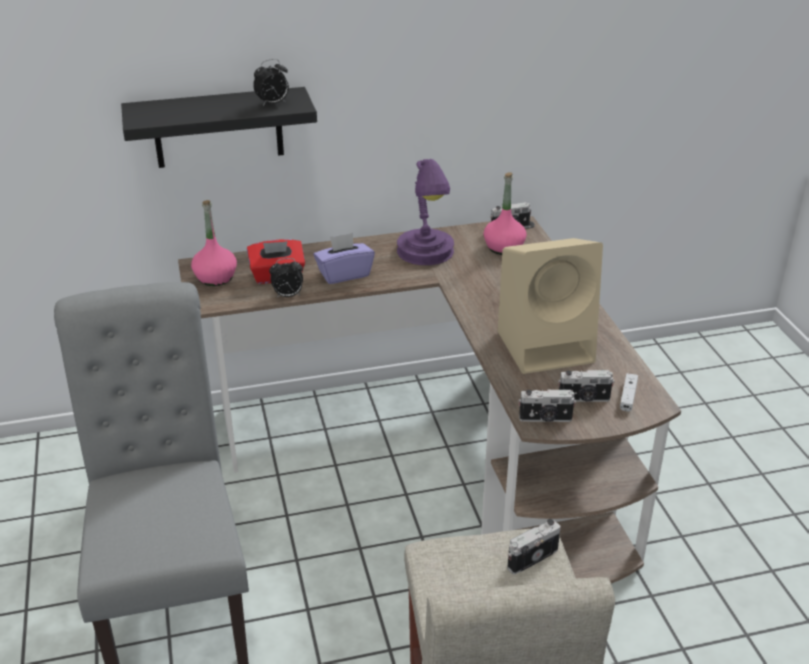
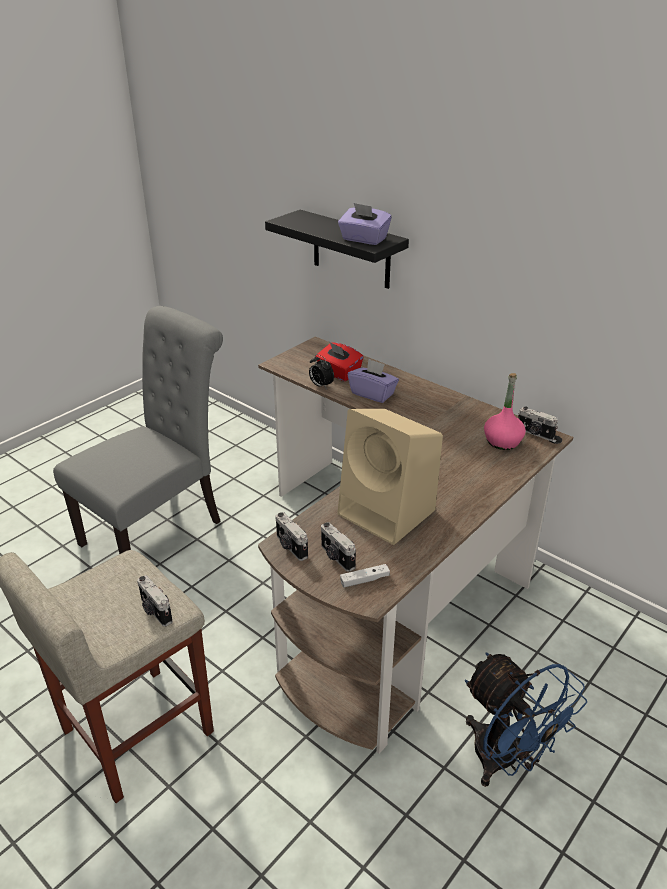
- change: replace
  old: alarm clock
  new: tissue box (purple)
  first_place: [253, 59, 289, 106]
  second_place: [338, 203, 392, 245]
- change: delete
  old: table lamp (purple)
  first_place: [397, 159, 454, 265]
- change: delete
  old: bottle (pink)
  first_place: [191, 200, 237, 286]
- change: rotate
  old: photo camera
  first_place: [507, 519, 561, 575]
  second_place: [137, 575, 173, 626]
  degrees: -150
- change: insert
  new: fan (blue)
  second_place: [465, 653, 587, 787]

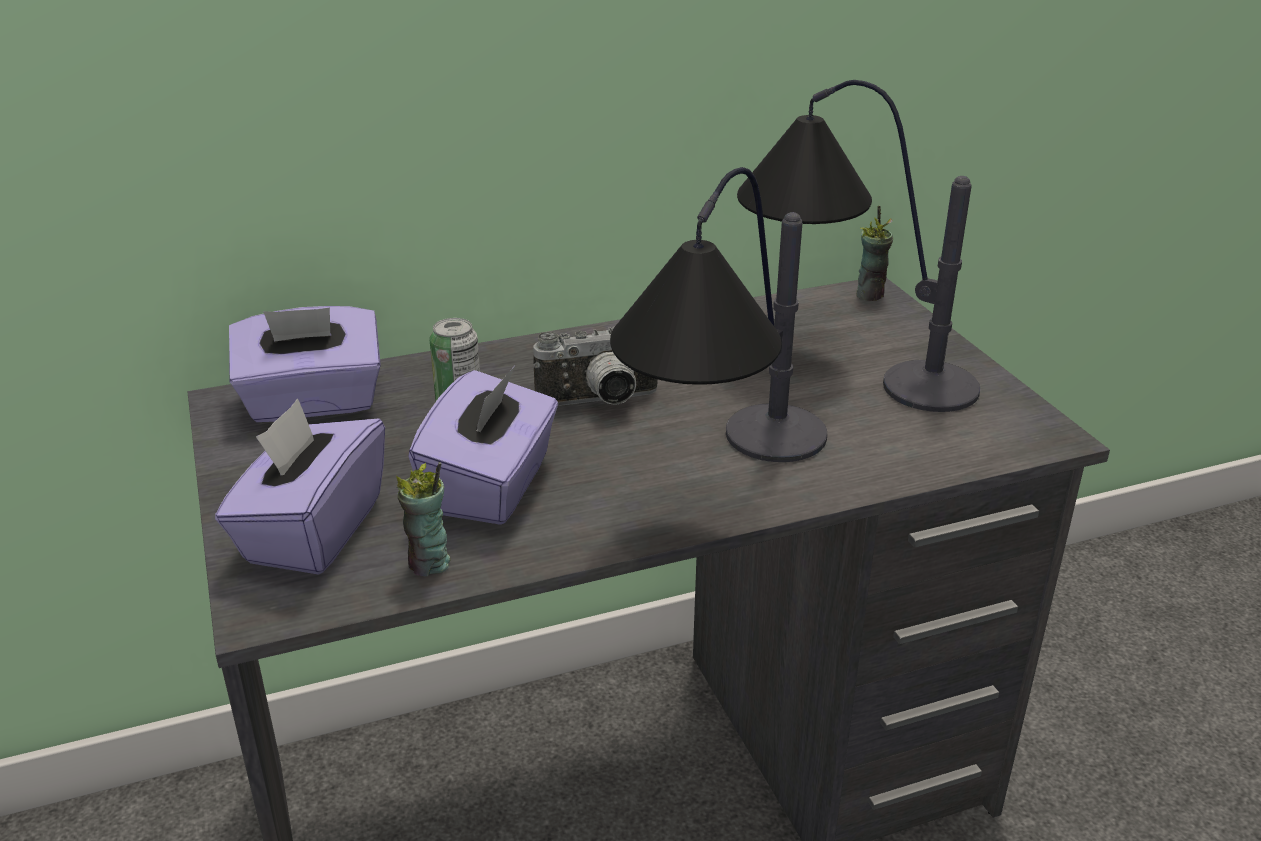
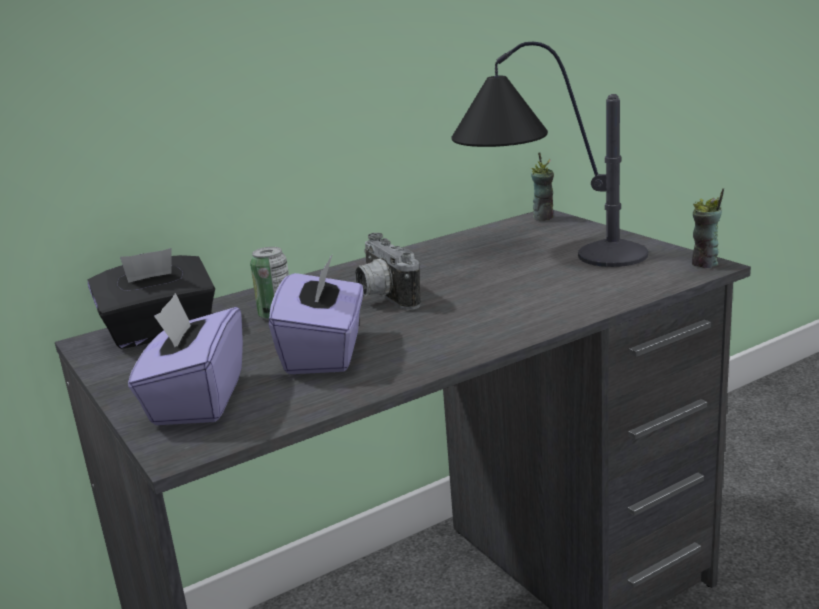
- change: delete
  old: table lamp
  first_place: [610, 167, 827, 462]
- change: recolor
  old: tissue box (purple)
  new: tissue box (black)
  first_place: [229, 306, 381, 422]
  second_place: [87, 248, 215, 349]
- change: rotate
  old: photo camera
  first_place: [533, 327, 658, 406]
  second_place: [355, 233, 421, 310]
  degrees: 90
- change: move
  old: cup
  first_place: [396, 462, 451, 576]
  second_place: [692, 188, 724, 268]

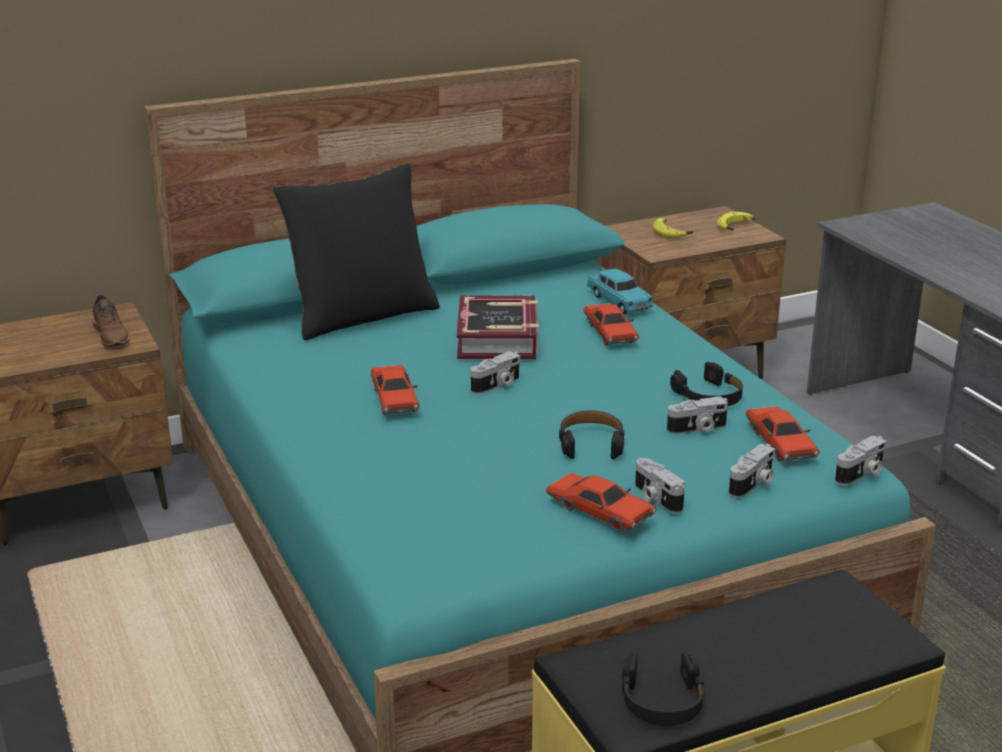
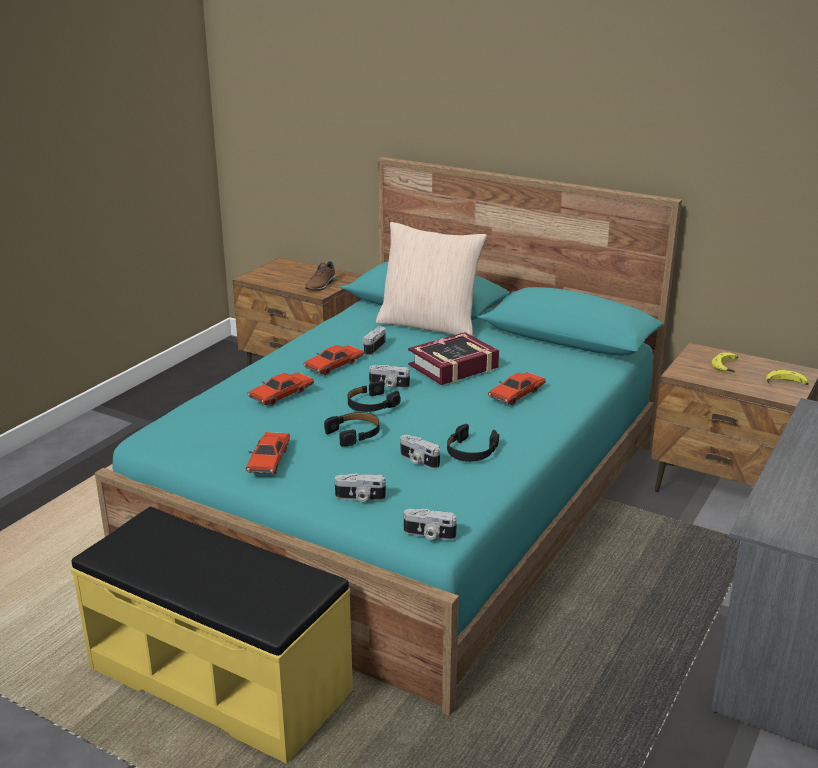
- change: recolor
  old: pillow (black)
  new: pillow (beige)
  first_place: [272, 163, 440, 340]
  second_place: [376, 222, 487, 336]
- change: delete
  old: toy car (turquoise)
  first_place: [587, 269, 654, 314]
- change: move
  old: toy car (red)
  first_place: [746, 406, 820, 461]
  second_place: [247, 372, 314, 406]
- change: move
  old: photo camera
  first_place: [635, 458, 685, 513]
  second_place: [362, 326, 386, 356]
- change: move
  old: headphones (black)
  first_place: [622, 652, 705, 726]
  second_place: [348, 380, 400, 412]

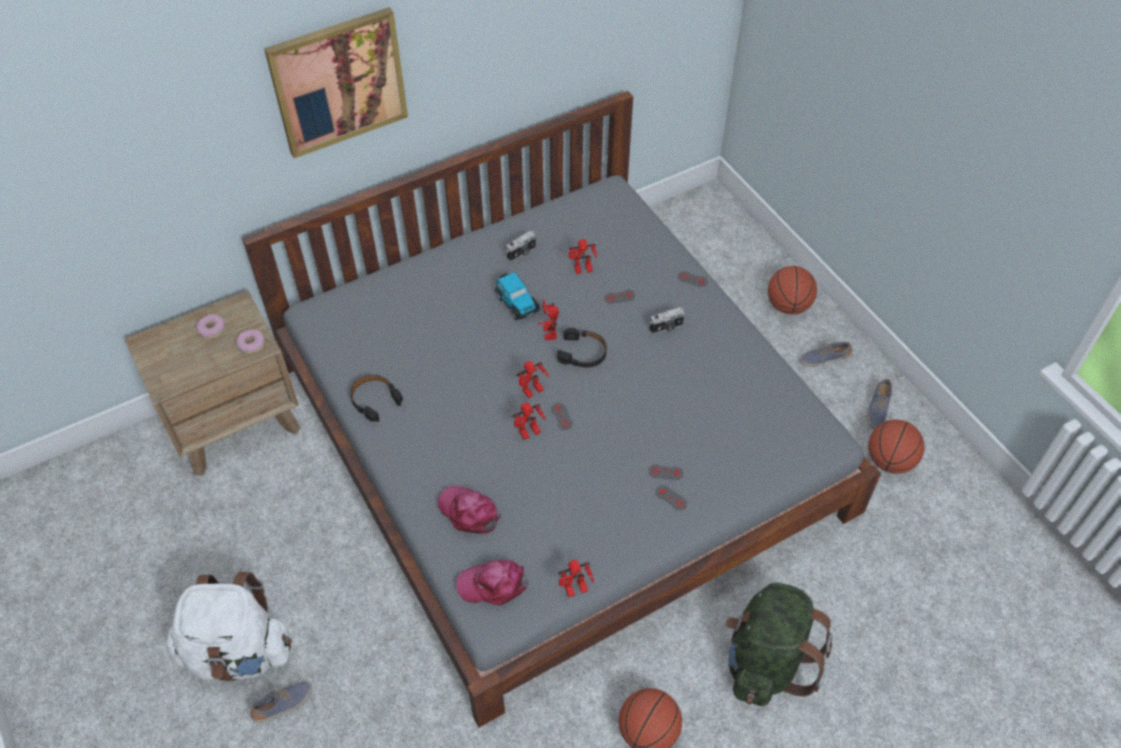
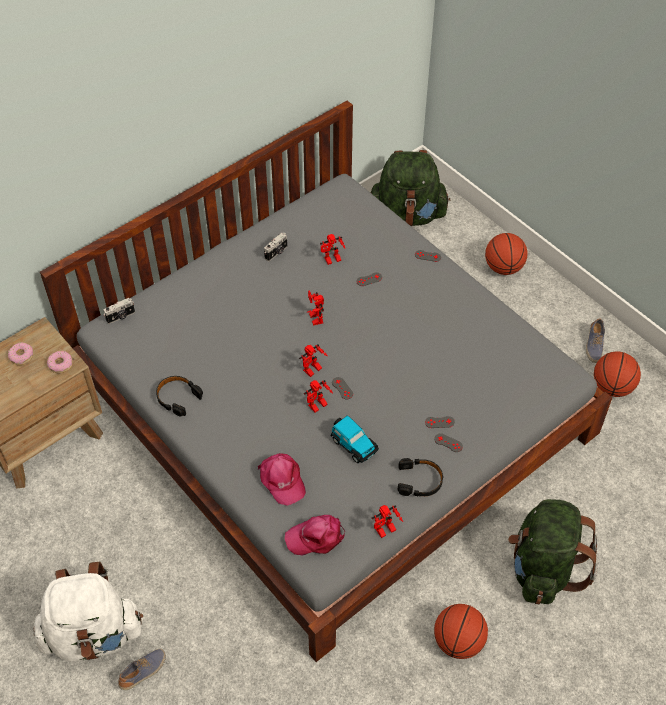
- change: delete
  old: picture
  first_place: [264, 7, 408, 158]
- change: move
  old: toy car
  first_place: [495, 272, 540, 320]
  second_place: [330, 416, 379, 463]
- change: move
  old: photo camera
  first_place: [650, 307, 685, 334]
  second_place: [103, 298, 135, 324]
- change: move
  old: headphones (black)
  first_place: [557, 328, 607, 368]
  second_place: [398, 458, 443, 497]
- change: delete
  old: shoe
  first_place: [800, 342, 852, 367]
- change: rotate
  old: cap (pink)
  first_place: [438, 485, 501, 534]
  second_place: [258, 453, 306, 506]
  degrees: -150
- change: insert
  new: backpack (green)
  second_place: [371, 150, 451, 226]

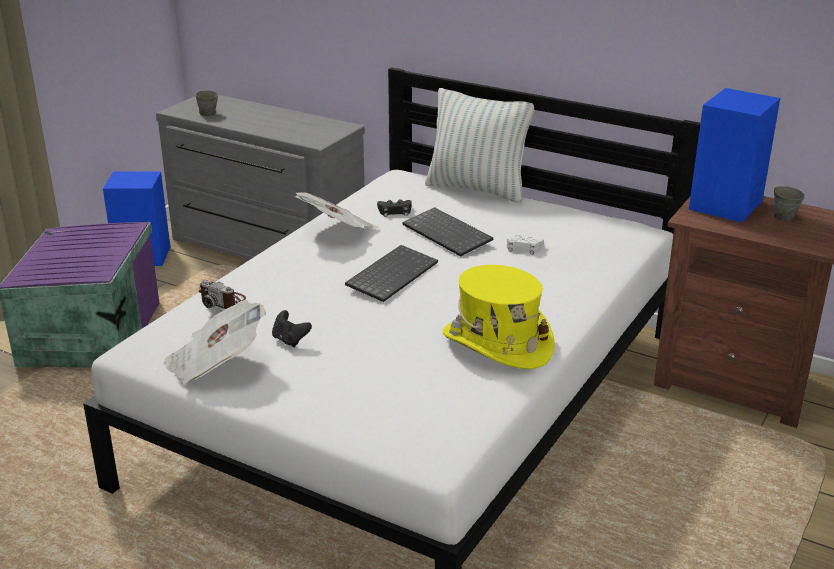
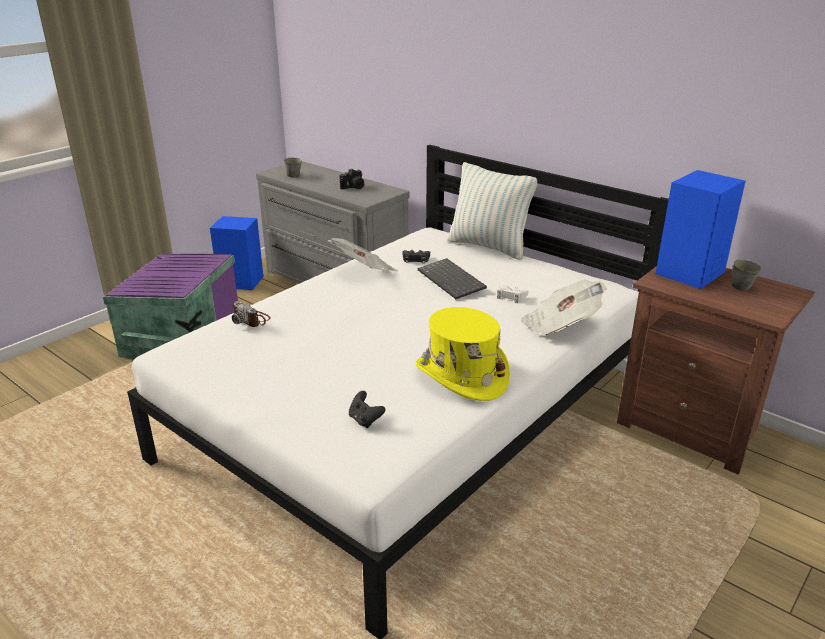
- change: delete
  old: keyboard
  first_place: [345, 245, 438, 302]
- change: move
  old: newspaper
  first_place: [164, 300, 266, 385]
  second_place: [521, 279, 607, 336]
- change: move
  old: game controller (black)
  first_place: [272, 310, 312, 347]
  second_place: [349, 391, 385, 428]
- change: insert
  new: photo camera
  second_place: [340, 169, 364, 189]

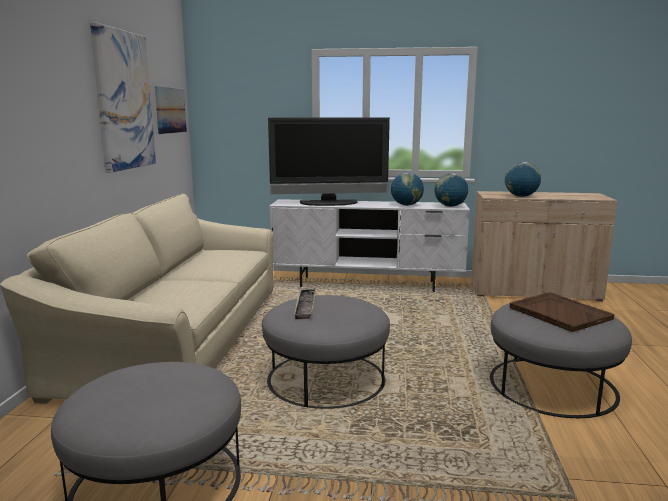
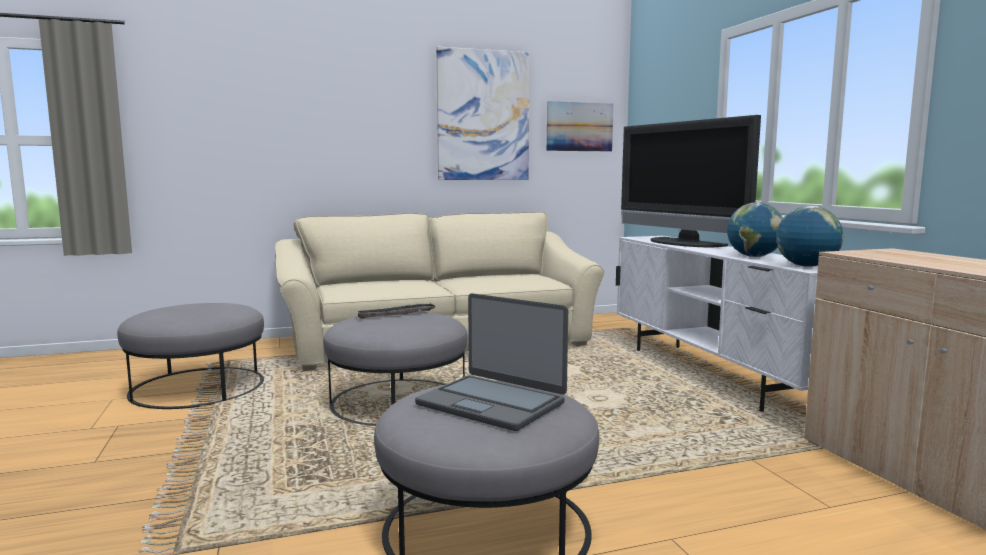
- change: delete
  old: globe
  first_place: [505, 162, 541, 197]
- change: replace
  old: tray (brown)
  new: laptop
  first_place: [510, 292, 614, 332]
  second_place: [415, 293, 568, 431]

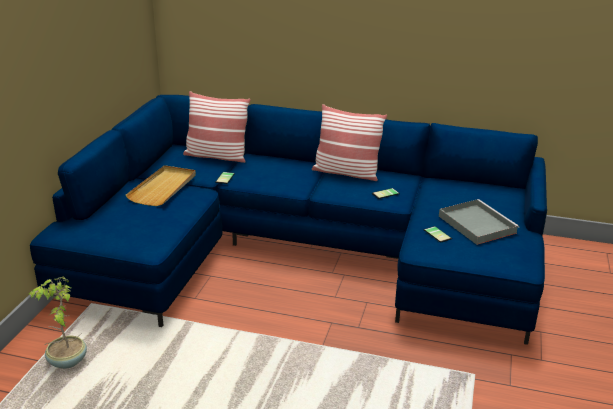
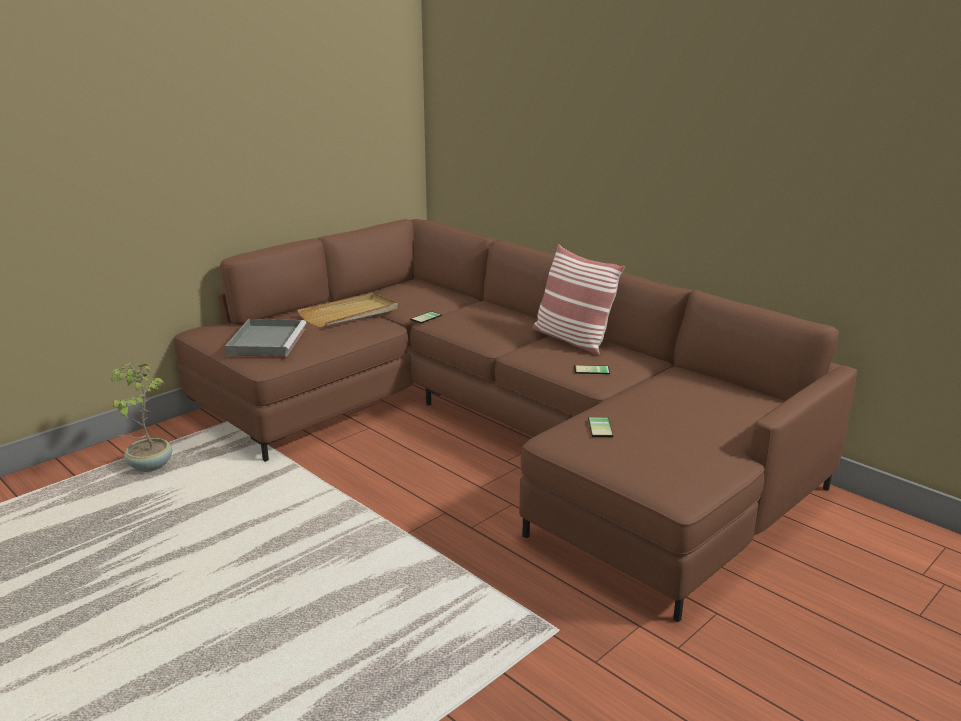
- change: delete
  old: pillow
  first_place: [183, 91, 251, 163]
- change: recolor
  old: sofa (blue)
  new: sofa (brown)
  first_place: [30, 95, 547, 345]
  second_place: [174, 219, 857, 622]
- change: move
  old: tray (grey)
  first_place: [439, 199, 519, 245]
  second_place: [225, 319, 306, 357]

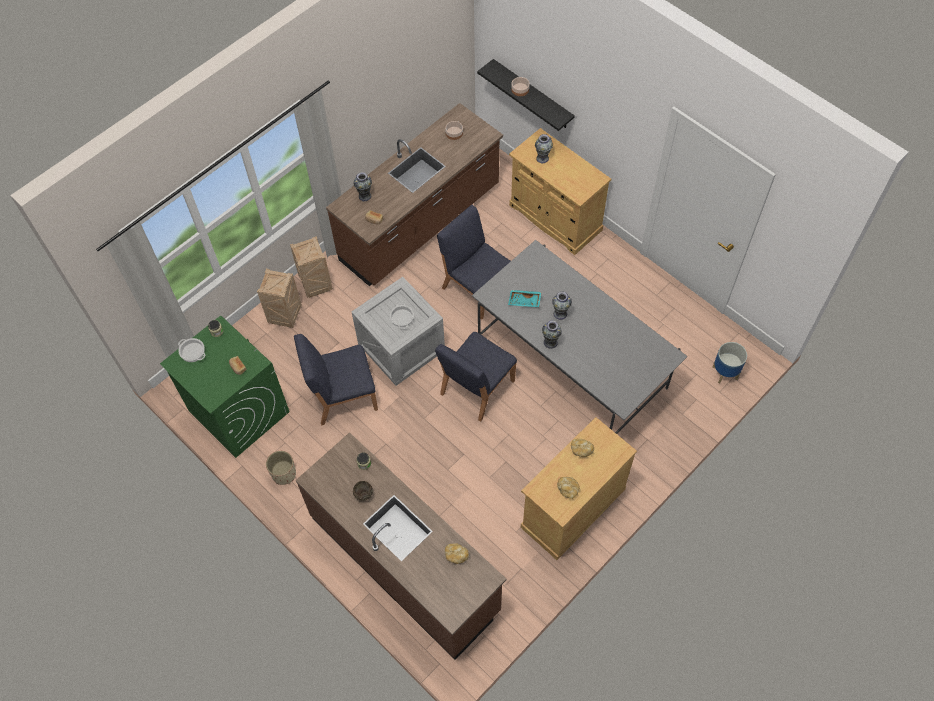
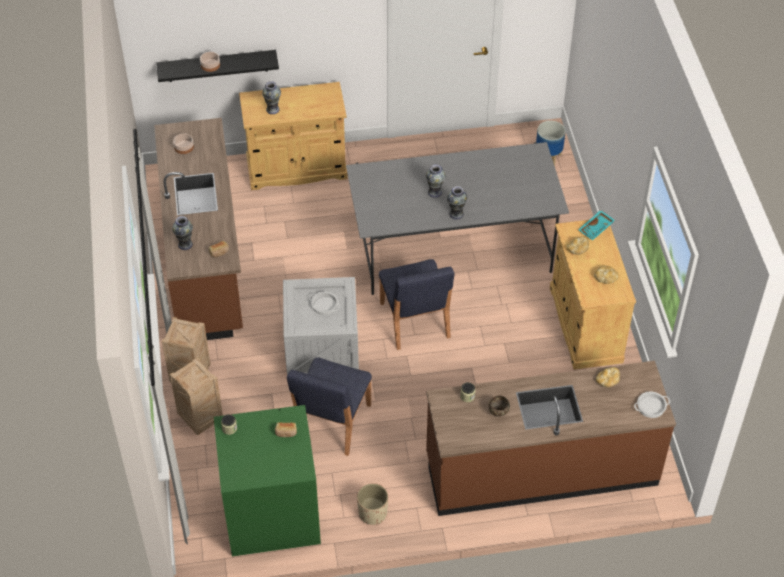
- change: delete
  old: chair (blue)
  first_place: [437, 205, 511, 320]
- change: move
  old: tray (turquoise)
  first_place: [508, 290, 542, 307]
  second_place: [578, 210, 615, 240]
- change: move
  old: cooking pot
  first_place: [178, 338, 205, 362]
  second_place: [634, 391, 671, 418]

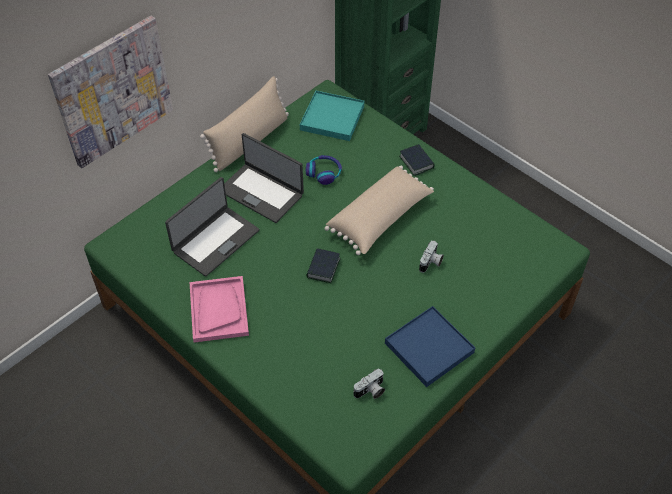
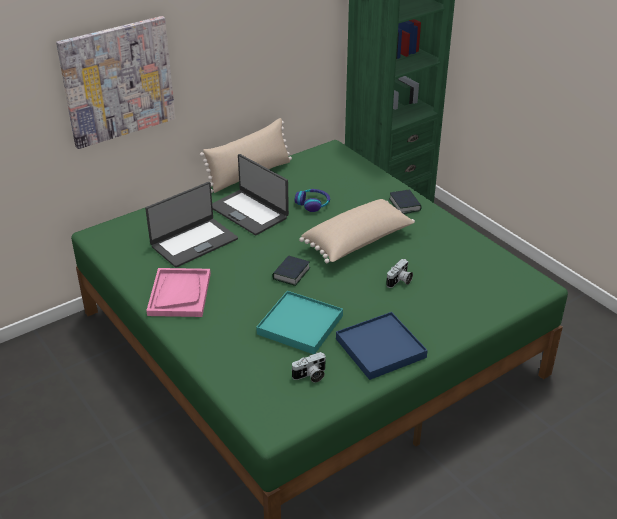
- change: move
  old: tray (turquoise)
  first_place: [300, 91, 364, 141]
  second_place: [256, 291, 343, 354]

